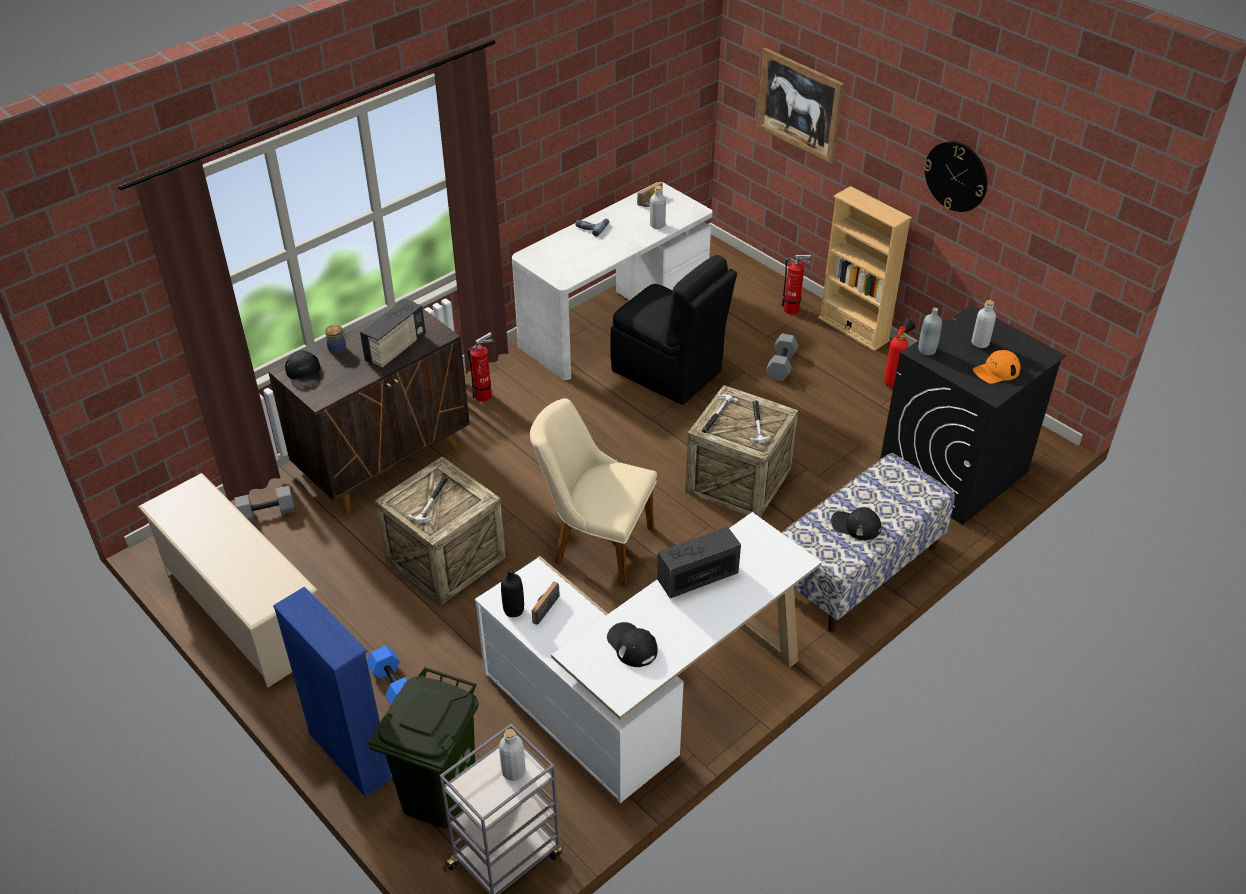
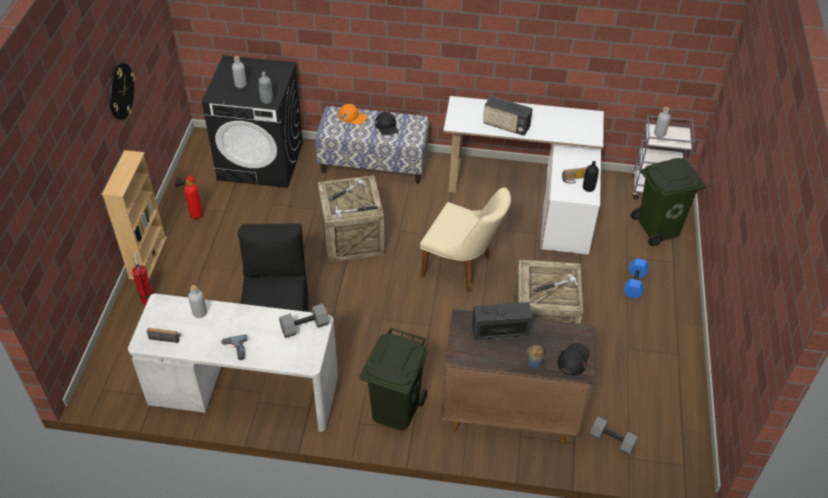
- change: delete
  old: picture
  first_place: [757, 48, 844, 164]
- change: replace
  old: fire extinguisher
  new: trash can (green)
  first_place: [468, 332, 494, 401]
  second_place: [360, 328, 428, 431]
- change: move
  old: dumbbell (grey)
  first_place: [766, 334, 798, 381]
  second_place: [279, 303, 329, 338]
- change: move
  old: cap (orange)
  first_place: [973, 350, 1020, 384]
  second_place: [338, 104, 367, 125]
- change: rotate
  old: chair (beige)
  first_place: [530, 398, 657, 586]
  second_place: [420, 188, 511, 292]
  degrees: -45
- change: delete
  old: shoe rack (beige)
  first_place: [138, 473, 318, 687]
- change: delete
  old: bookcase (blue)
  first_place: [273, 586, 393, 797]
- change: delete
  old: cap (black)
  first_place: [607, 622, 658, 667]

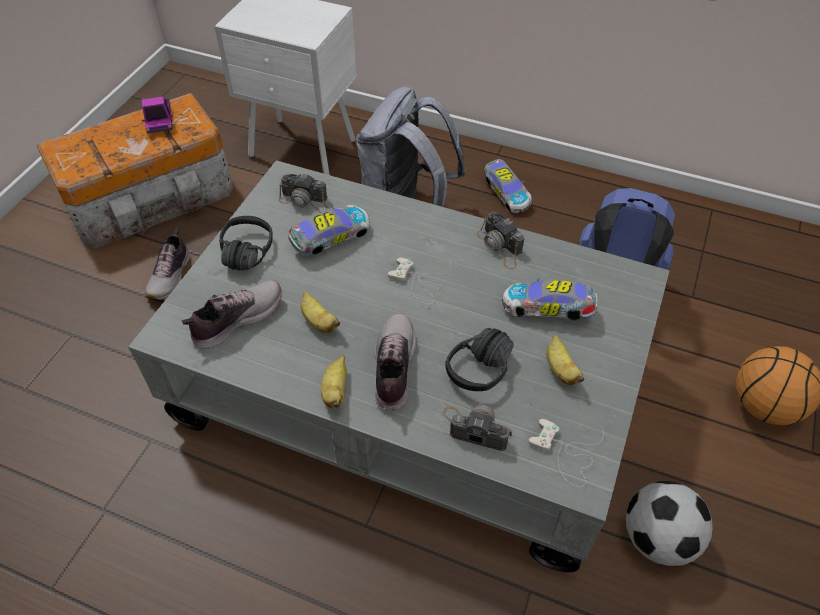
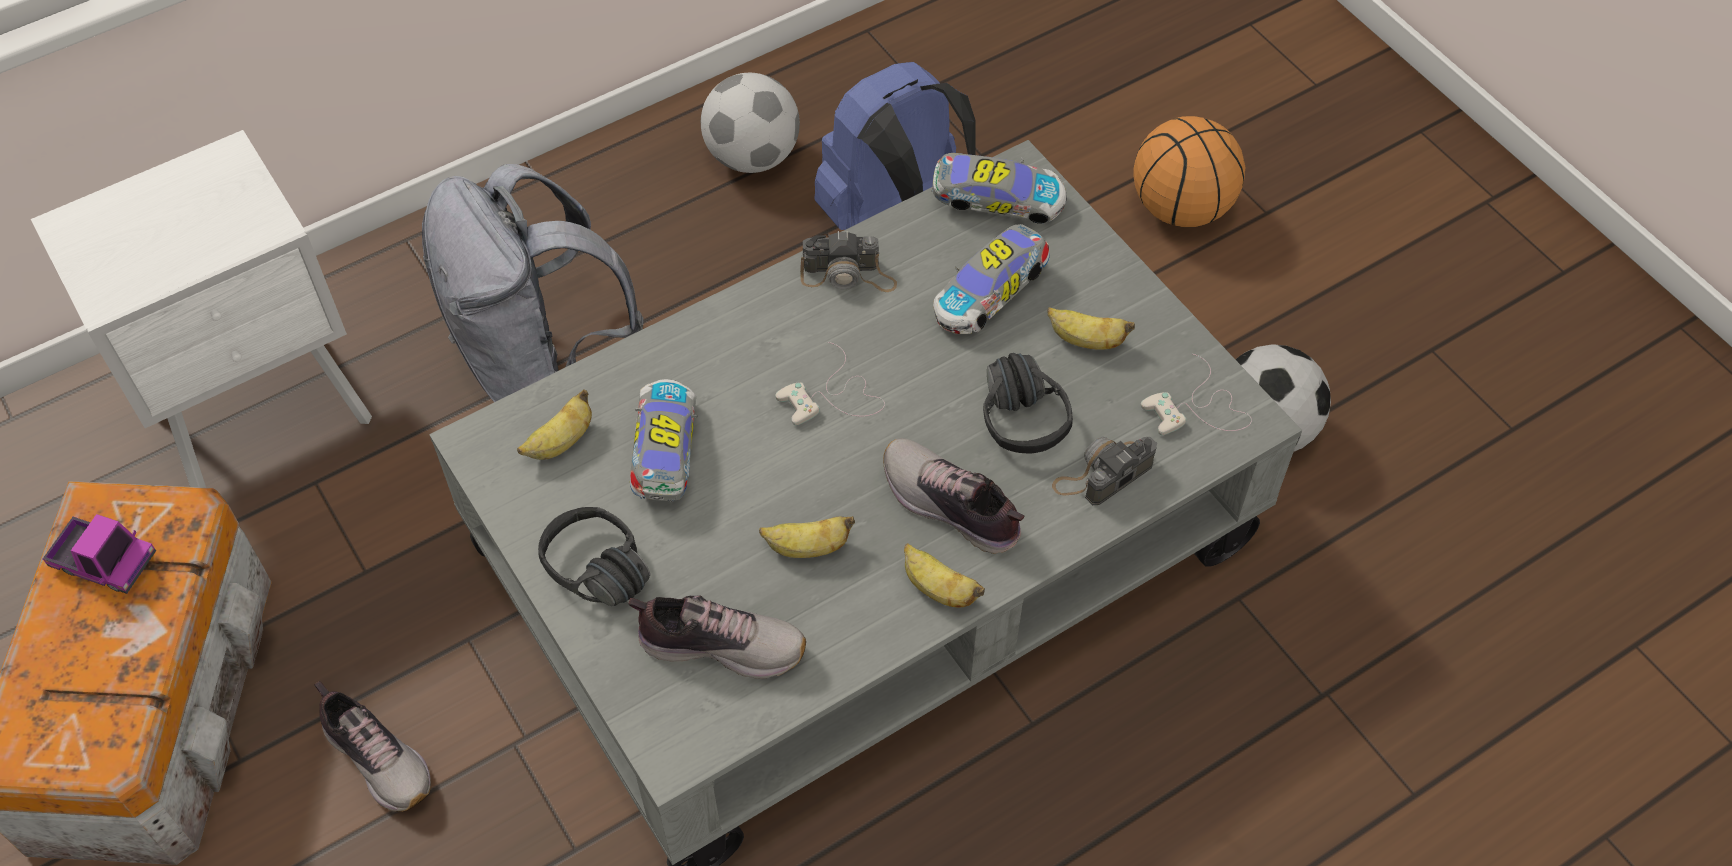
- change: move
  old: toy car
  first_place: [484, 159, 532, 213]
  second_place: [932, 153, 1067, 224]
- change: replace
  old: photo camera
  new: banana
  first_place: [278, 173, 330, 213]
  second_place: [517, 389, 592, 460]
- change: rotate
  old: shoe
  first_place: [182, 280, 282, 349]
  second_place: [628, 595, 806, 679]
  degrees: 105
- change: insert
  new: football
  second_place: [701, 73, 800, 173]

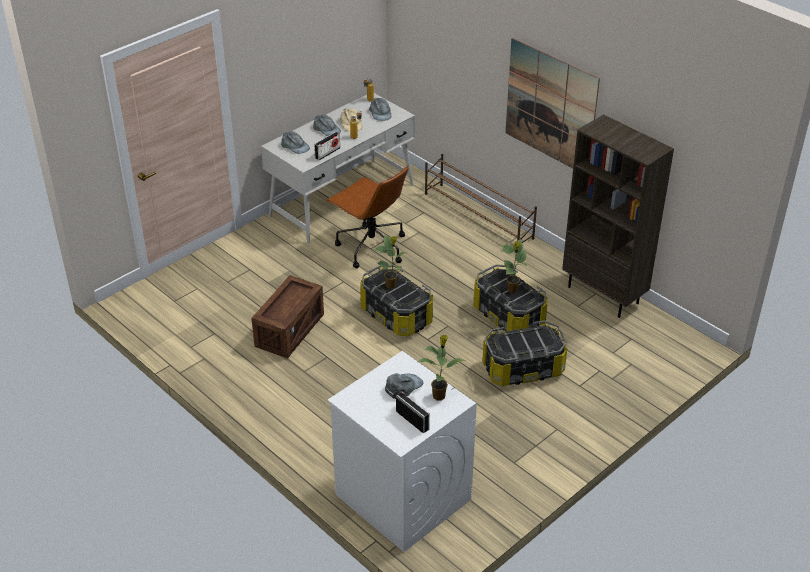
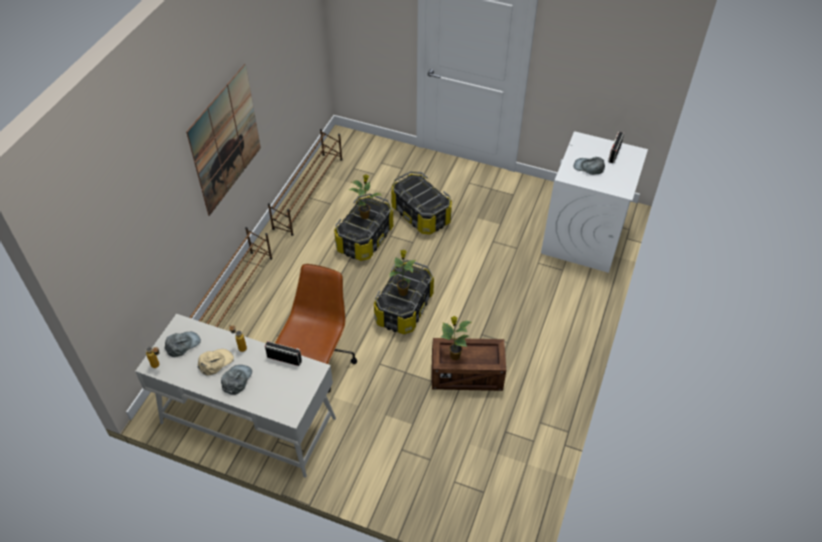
- change: replace
  old: bookcase (brown)
  new: shoe rack (brown)
  first_place: [562, 114, 674, 318]
  second_place: [268, 129, 342, 236]
- change: delete
  old: cap (grey)
  first_place: [281, 131, 310, 154]
- change: move
  old: potted plant
  first_place: [418, 335, 466, 401]
  second_place: [441, 316, 471, 360]

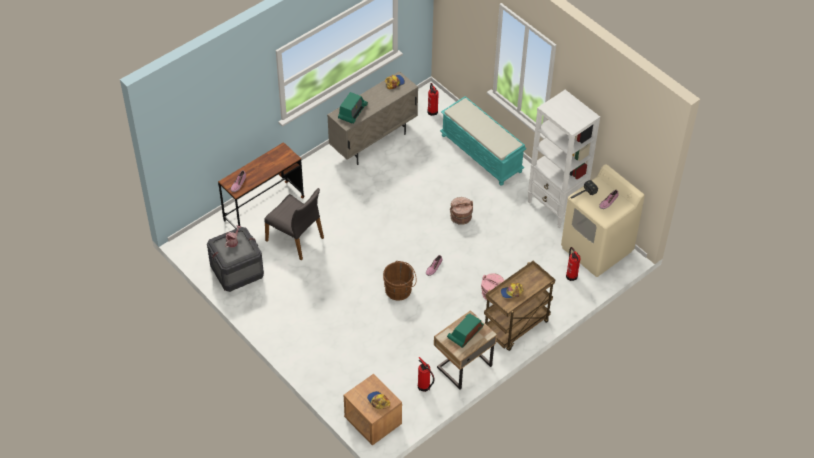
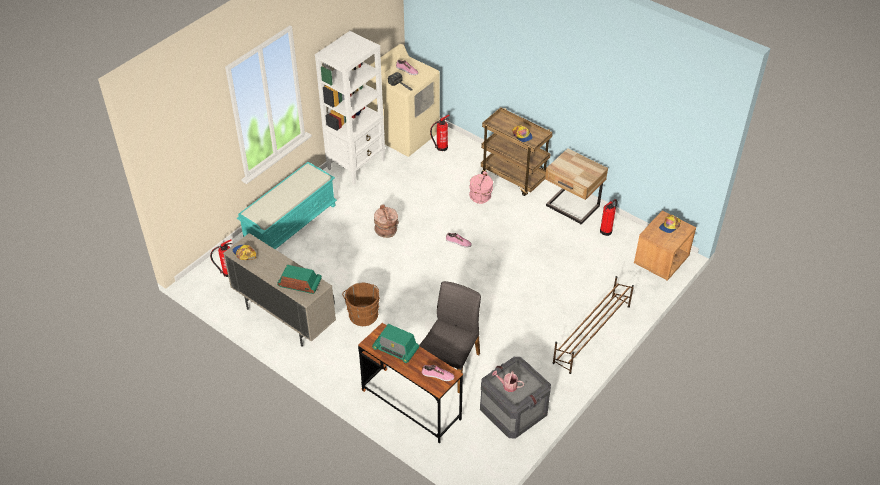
- change: move
  old: bucket (brown)
  first_place: [383, 261, 417, 301]
  second_place: [342, 283, 379, 326]
- change: move
  old: radio
  first_place: [447, 314, 484, 348]
  second_place: [372, 324, 419, 363]
- change: insert
  new: shoe rack (brown)
  second_place: [553, 276, 634, 374]

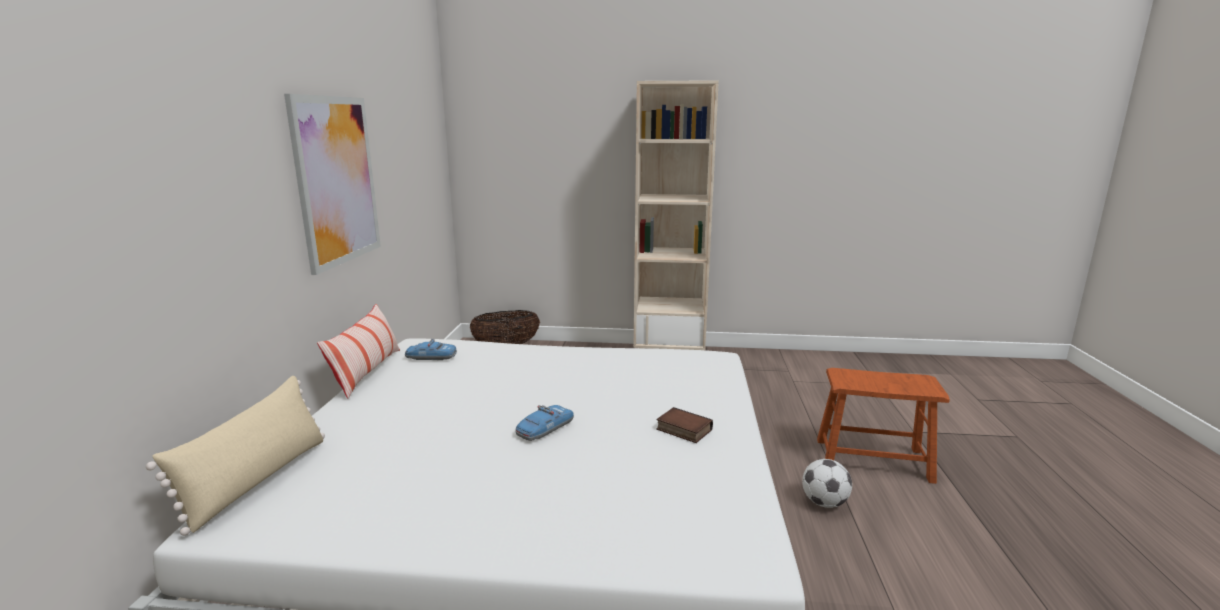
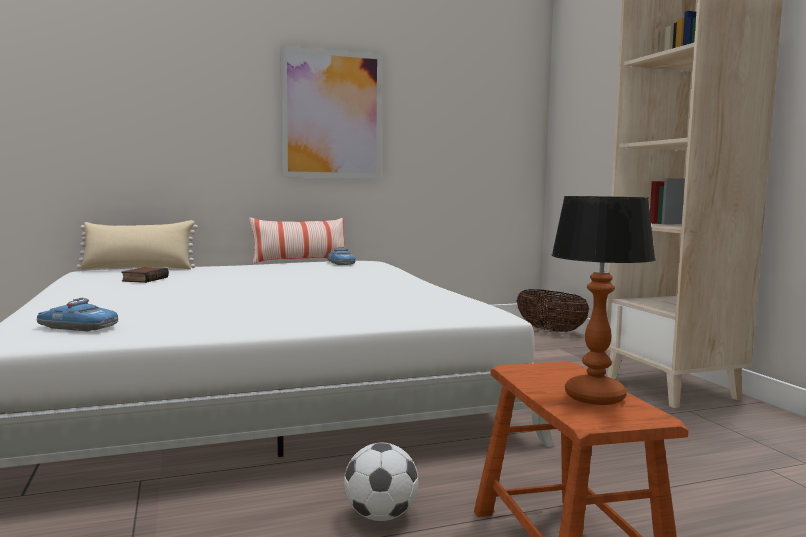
- change: move
  old: toy car
  first_place: [515, 405, 574, 441]
  second_place: [37, 298, 118, 331]
- change: move
  old: book
  first_place: [656, 407, 713, 443]
  second_place: [121, 267, 169, 283]
- change: insert
  new: table lamp
  second_place: [552, 196, 656, 405]

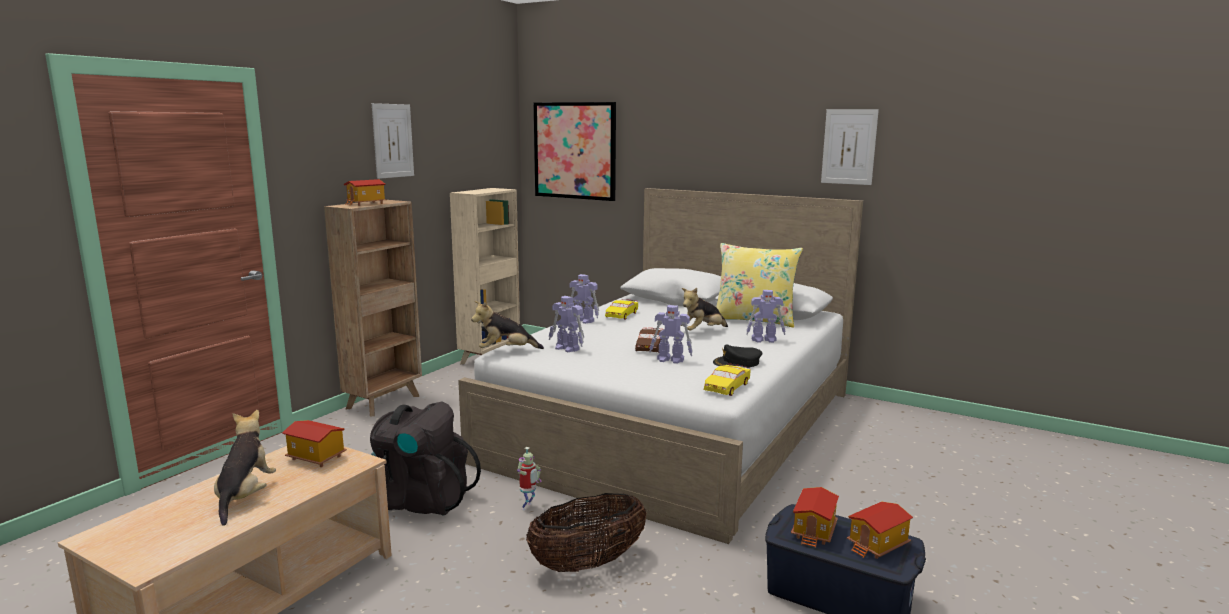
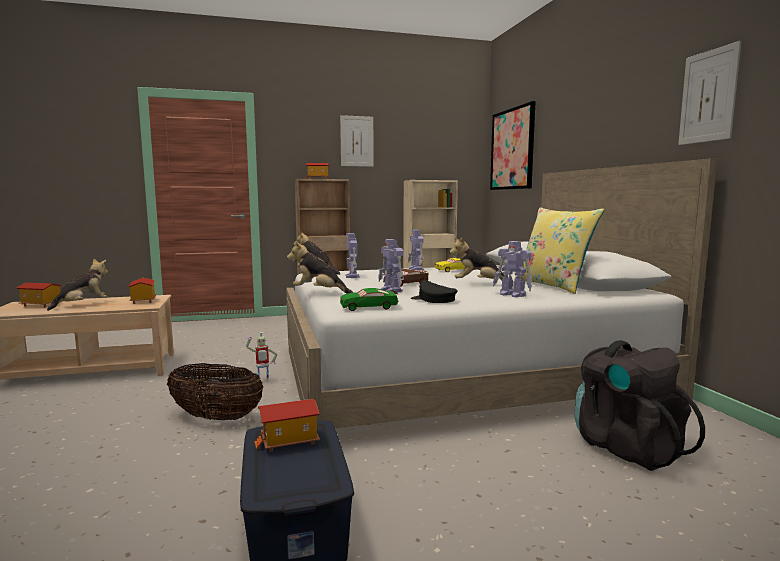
- change: recolor
  old: toy car (yellow)
  new: toy car (green)
  first_place: [704, 363, 751, 396]
  second_place: [340, 288, 399, 311]
- change: move
  old: backpack (black)
  first_place: [370, 401, 481, 516]
  second_place: [575, 340, 705, 471]
- change: move
  old: toy house
  first_place: [847, 502, 913, 559]
  second_place: [16, 283, 61, 308]
- change: insert
  new: plush toy
  second_place: [287, 241, 353, 294]

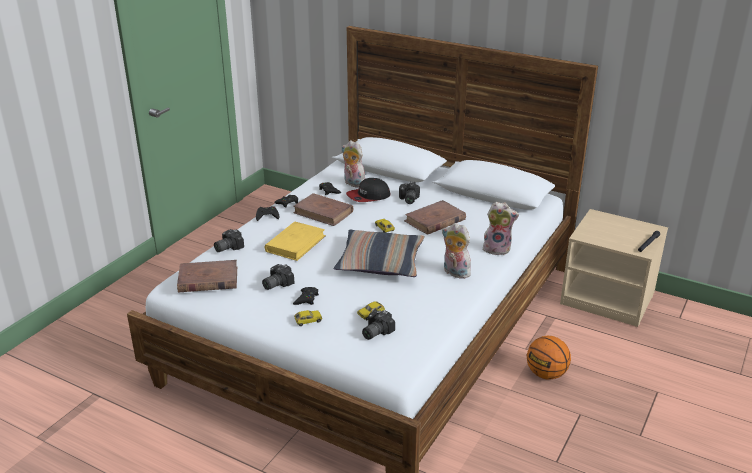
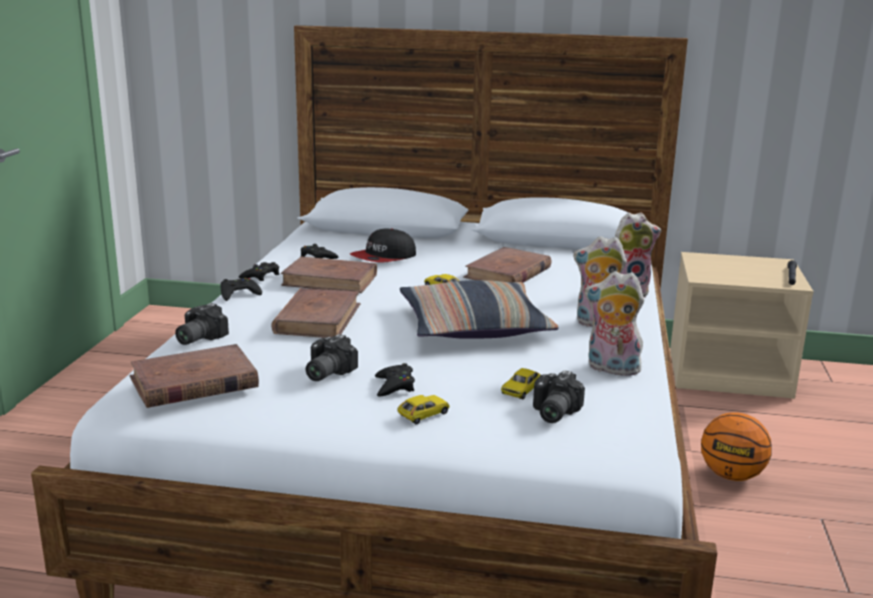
- change: move
  old: plush toy
  first_place: [341, 140, 365, 188]
  second_place: [585, 271, 645, 376]
- change: delete
  old: photo camera
  first_place: [399, 181, 420, 204]
- change: recolor
  old: book (yellow)
  new: book (brown)
  first_place: [265, 221, 326, 261]
  second_place: [271, 288, 361, 338]

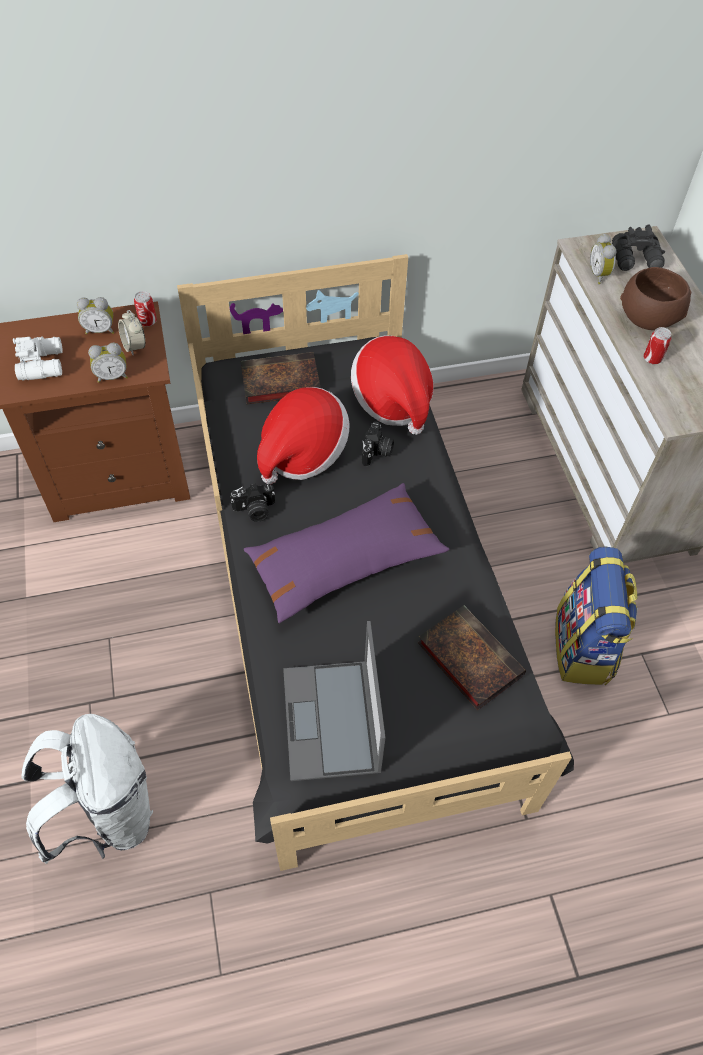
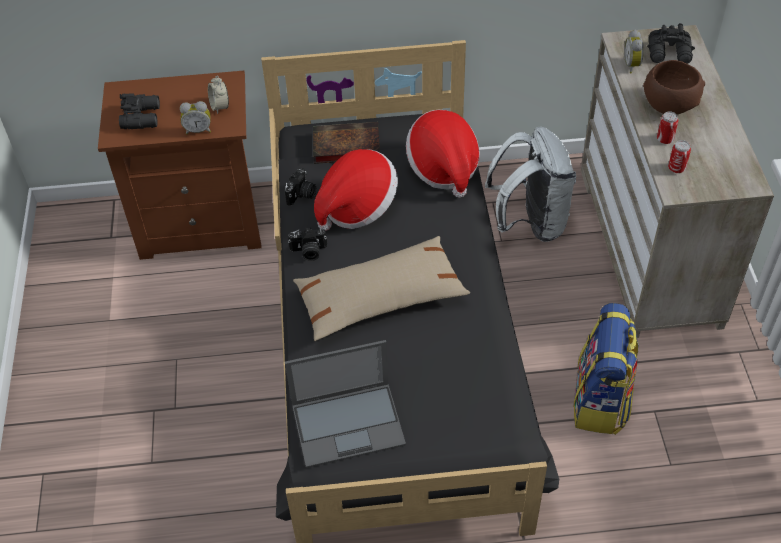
- change: move
  old: can
  first_place: [134, 291, 157, 327]
  second_place: [668, 140, 691, 173]
- change: delete
  old: alarm clock
  first_place: [77, 297, 114, 335]
- change: recolor
  old: binoculars (white)
  new: binoculars (black)
  first_place: [13, 336, 63, 380]
  second_place: [119, 93, 160, 129]
- change: move
  old: photo camera
  first_place: [362, 421, 394, 466]
  second_place: [284, 168, 316, 206]
- change: recolor
  old: pillow (purple)
  new: pillow (beige)
  first_place: [244, 483, 449, 623]
  second_place: [293, 236, 470, 341]
- change: delete
  old: book
  first_place: [418, 605, 526, 710]
- change: rotate
  old: laptop
  first_place: [283, 621, 386, 781]
  second_place: [285, 340, 406, 468]
  degrees: -105
- change: move
  old: backpack (white)
  first_place: [22, 714, 153, 864]
  second_place: [485, 127, 576, 242]

